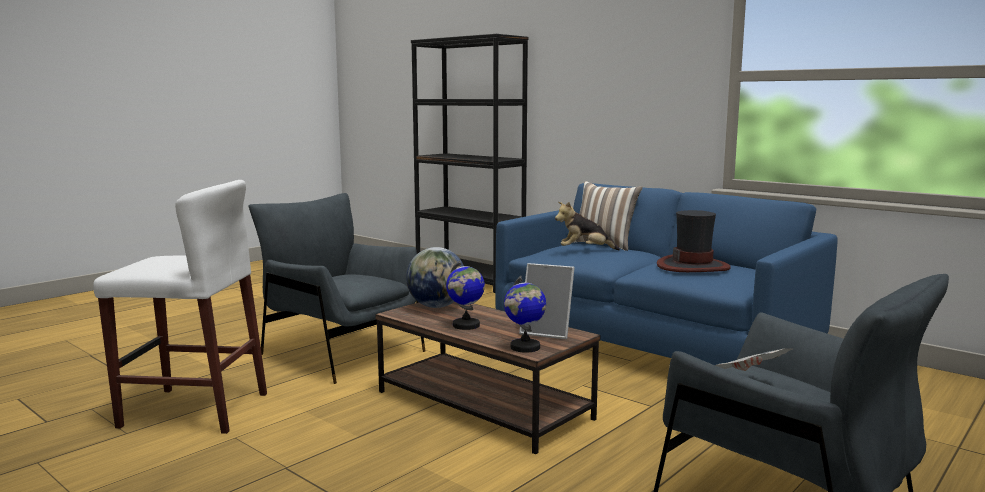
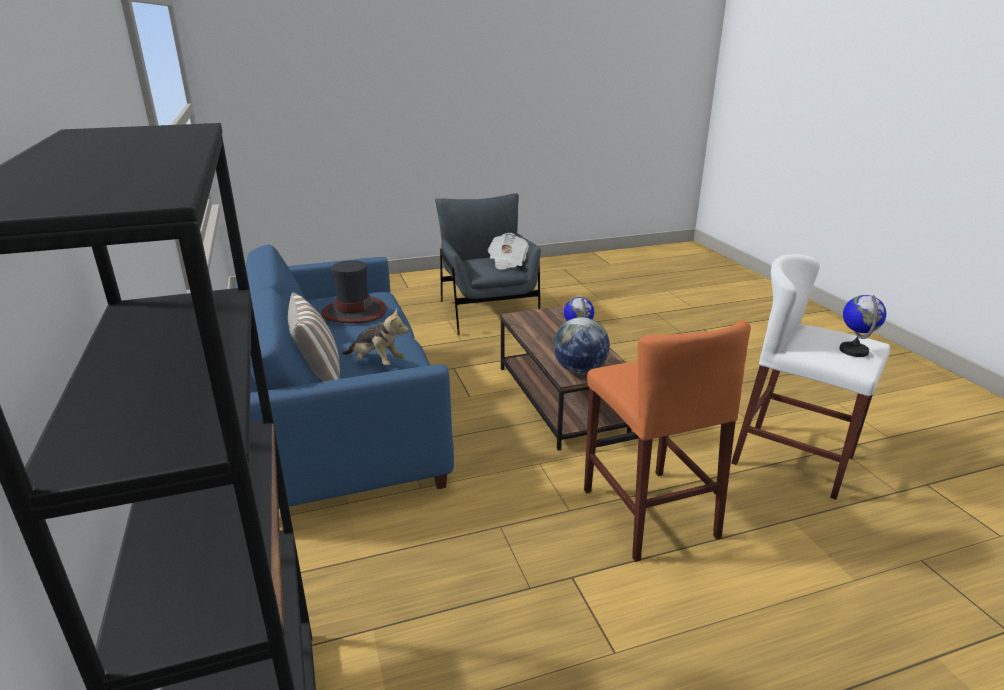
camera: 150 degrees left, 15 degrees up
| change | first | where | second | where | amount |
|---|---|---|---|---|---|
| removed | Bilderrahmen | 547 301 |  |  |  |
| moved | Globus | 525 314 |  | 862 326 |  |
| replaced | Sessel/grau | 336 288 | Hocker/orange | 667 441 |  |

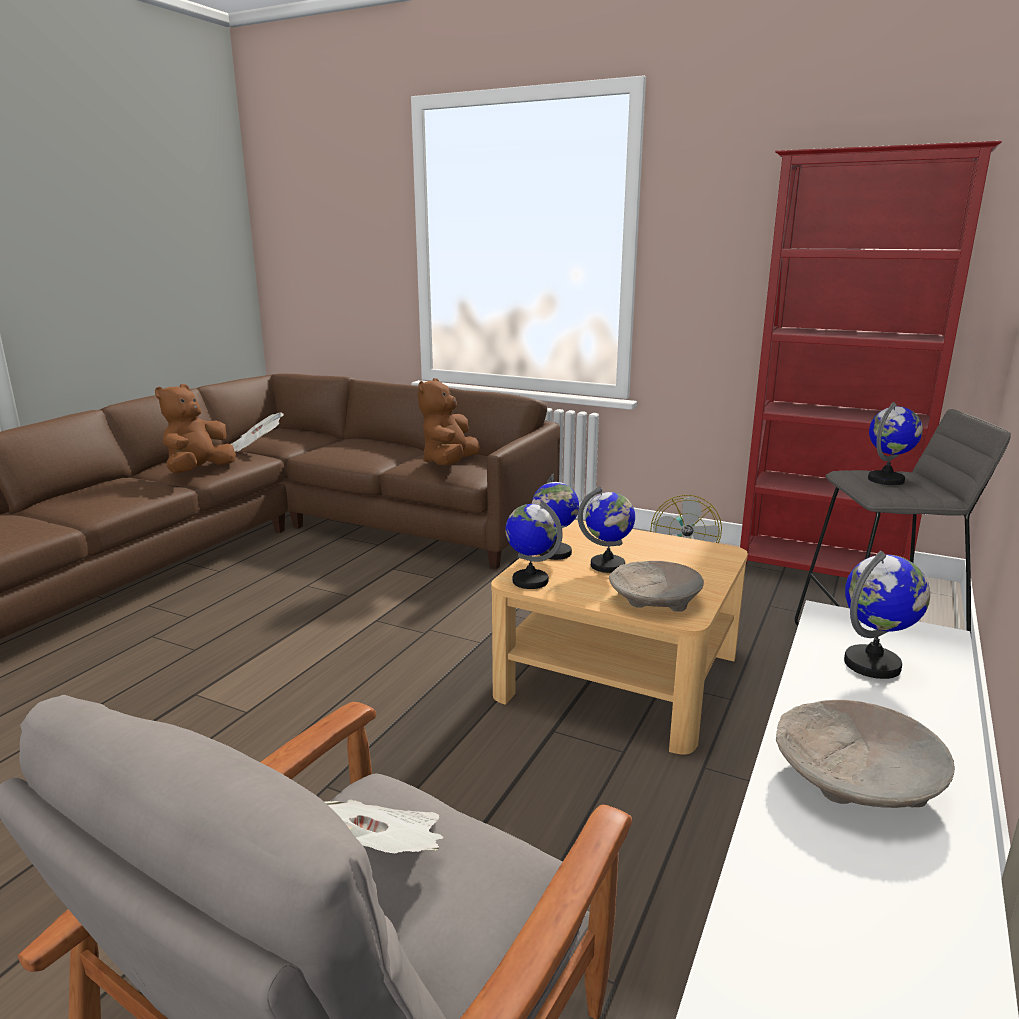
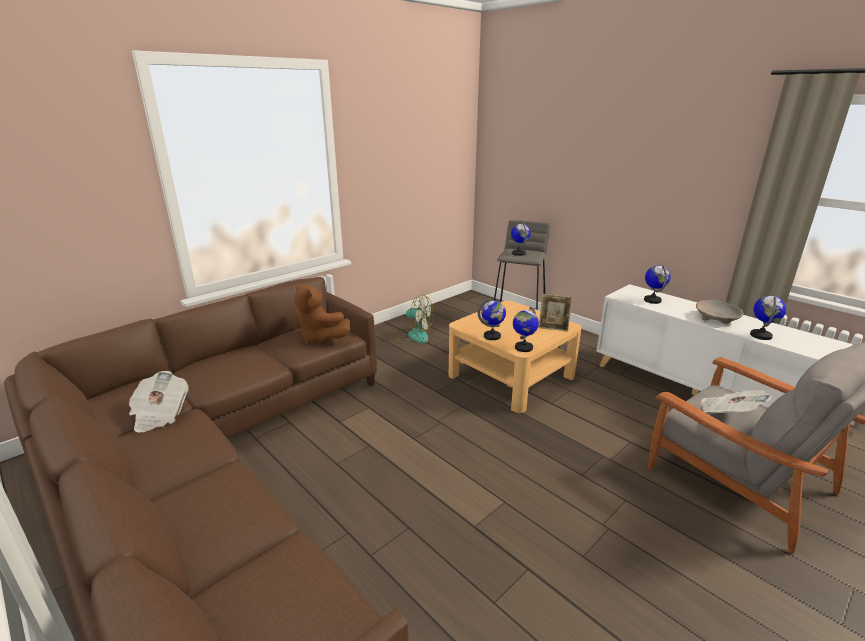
camera: 70 degrees left, 5 degrees up
| change | first | where | second | where | amount |
|---|---|---|---|---|---|
| removed | Plüschtier/braun | 195 428 |  |  |  |
| removed | Bücherregal/rot | 871 359 |  |  |  |
| moved | Globus | 606 530 |  | 768 317 |  |
| replaced | Schüssel/beige | 656 586 | Bilderrahmen | 555 312 |  |

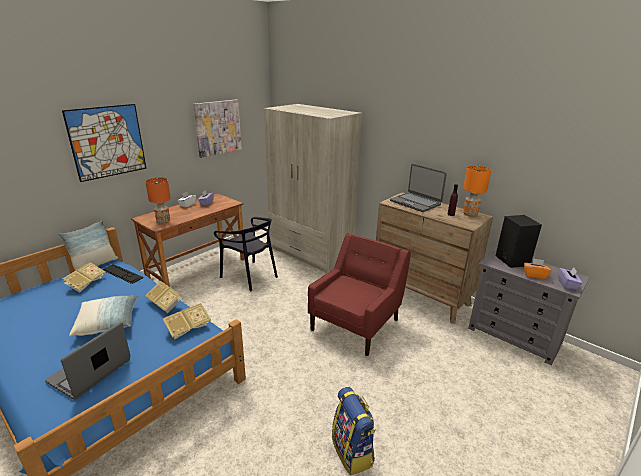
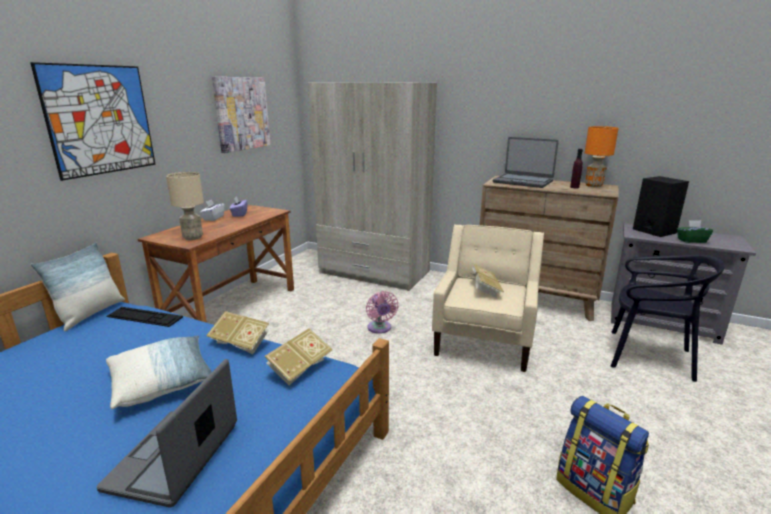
camera: 15 degrees left, 5 degrees down
| change | first | where | second | where | amount |
|---|---|---|---|---|---|
| removed | Taschentuchbox/lila | 570 279 |  |  |  |
| added |  |  | Ventilator/rosa | 382 312 |  |
| moved | Buch | 84 277 |  | 488 281 |  |
| moved | Stuhl/schwarz | 246 254 |  | 668 318 |  |
| recoloured | Tischlampe/orange | 158 200 | Tischlampe/beige | 185 206 |  |
| recoloured | Sessel/rot | 359 294 | Sessel/beige | 488 298 |  |
| recoloured | Taschentuchbox/orange | 537 268 | Taschentuchbox/grün | 695 231 |  |

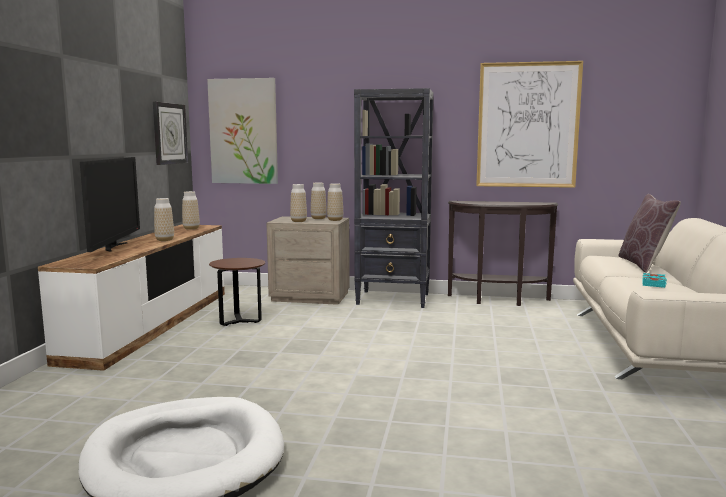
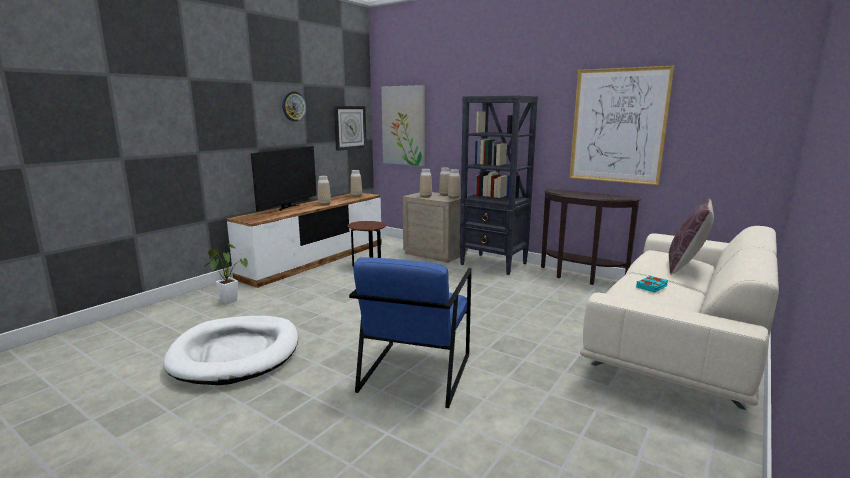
camera: 25 degrees right, 5 degrees up
| change | first | where | second | where | amount |
|---|---|---|---|---|---|
| added |  |  | Topfpflanze | 226 274 |  |
| added |  |  | Wanduhr | 294 107 |  |
| added |  |  | Sessel/blau | 410 332 |  |

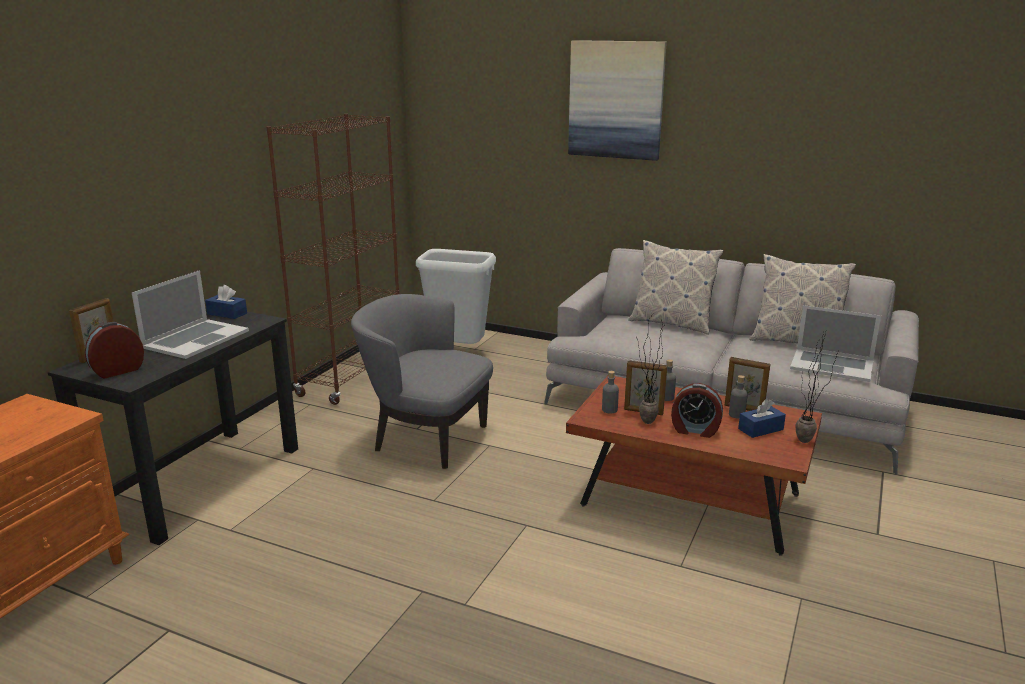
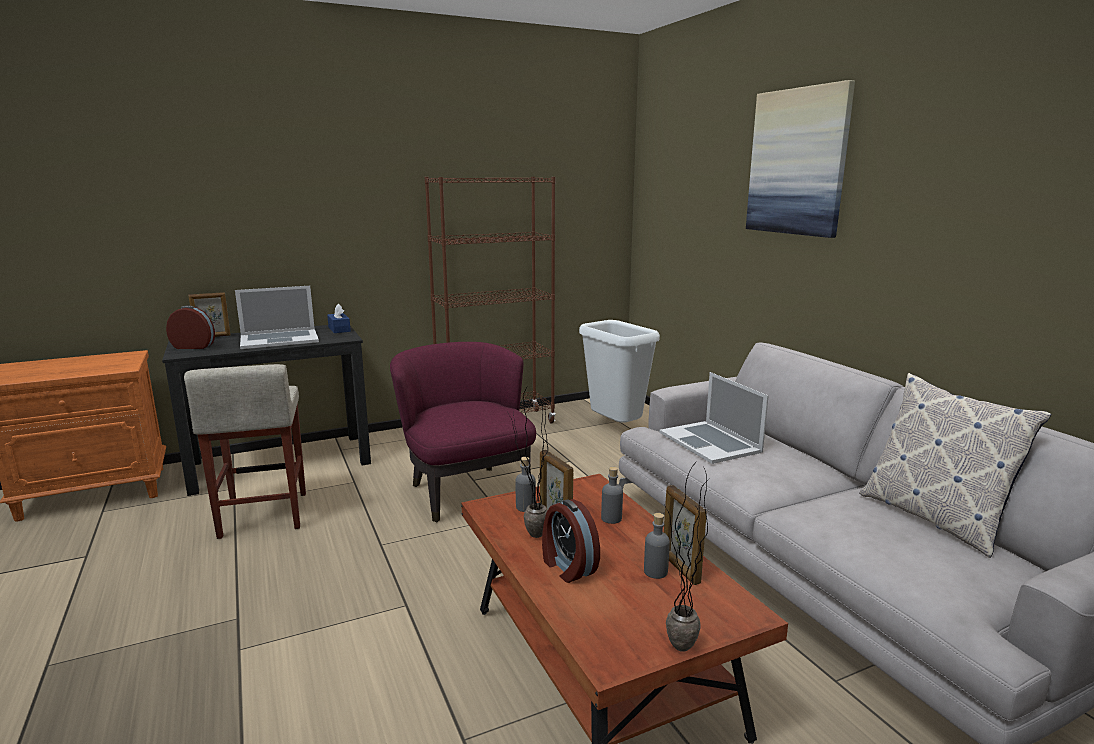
camera: 40 degrees right, 5 degrees down
| change | first | where | second | where | amount |
|---|---|---|---|---|---|
| removed | Kissen | 676 287 |  |  |  |
| removed | Taschentuchbox/blau | 762 418 |  |  |  |
| added |  |  | Hocker/beige | 245 451 |  |
| moved | Laptop | 835 343 |  | 713 418 |  |
| recoloured | Sessel/grau | 422 381 | Sessel/lila | 463 432 |  |

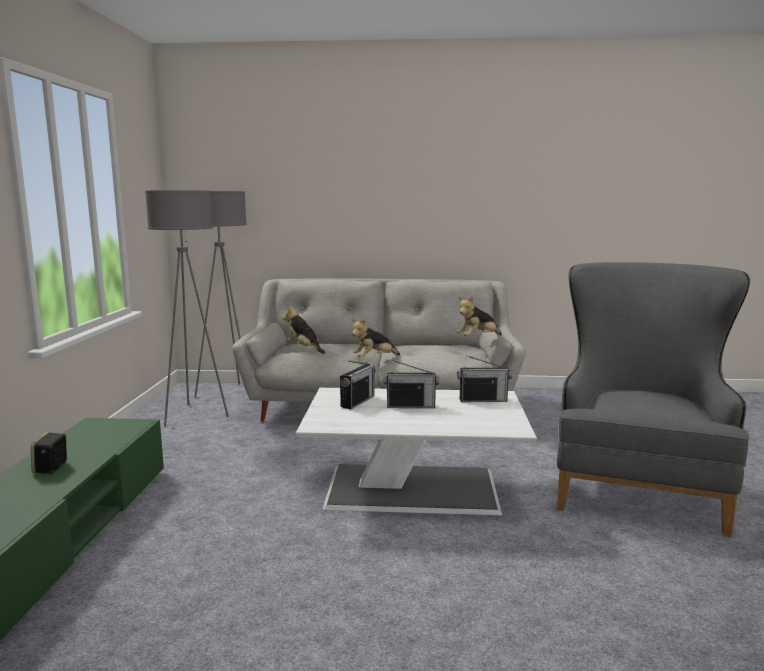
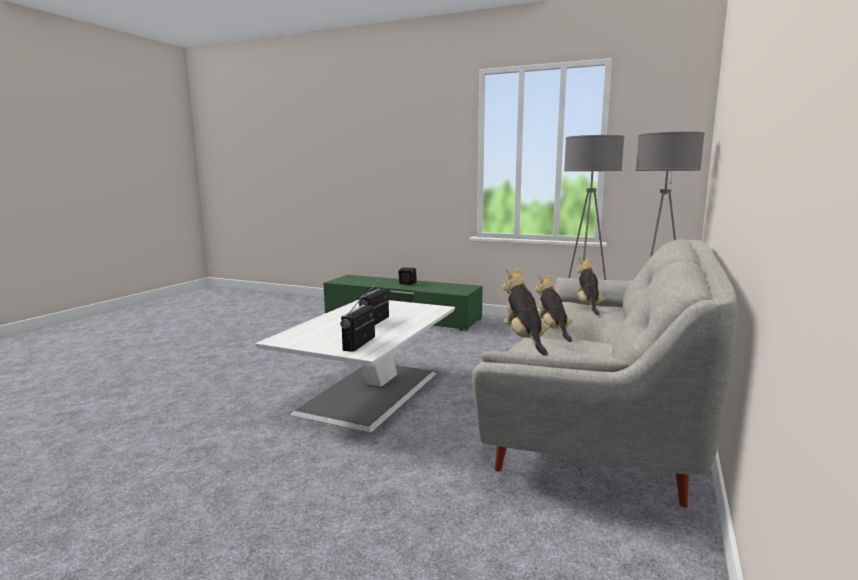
camera: 110 degrees right, 0 degrees up
| change | first | where | second | where | amount |
|---|---|---|---|---|---|
| removed | Radio | 358 385 |  |  |  |
| removed | Sessel/grau | 653 400 |  |  |  |
| turned | Plüschtier | 304 329 |  | 591 286 | 60 degrees counterclockwise |

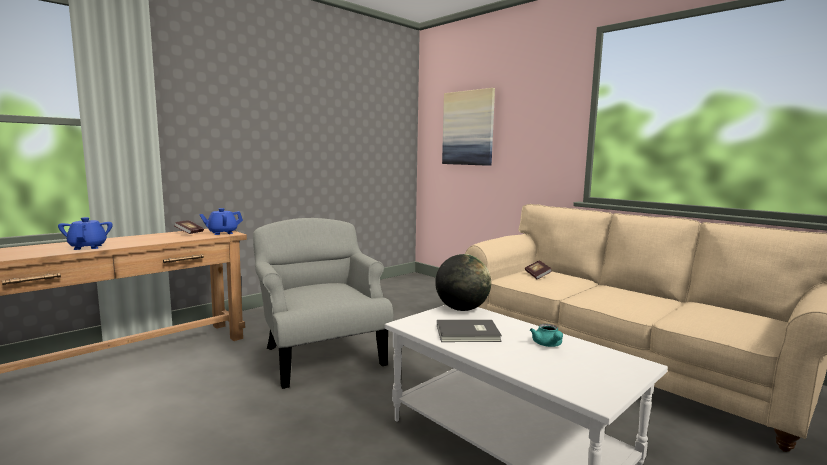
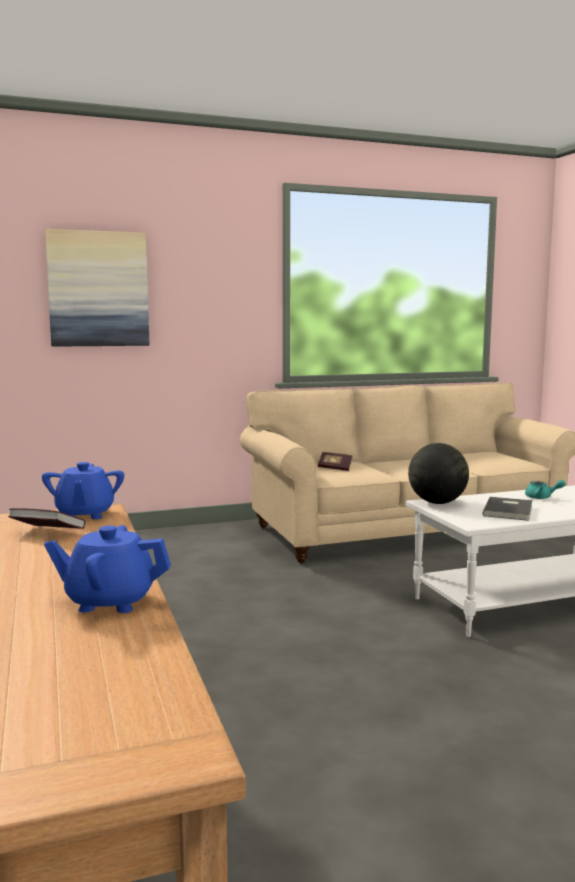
camera: 65 degrees left, 0 degrees up
| change | first | where | second | where | amount |
|---|---|---|---|---|---|
| removed | Sessel/grau | 323 303 |  |  |  |

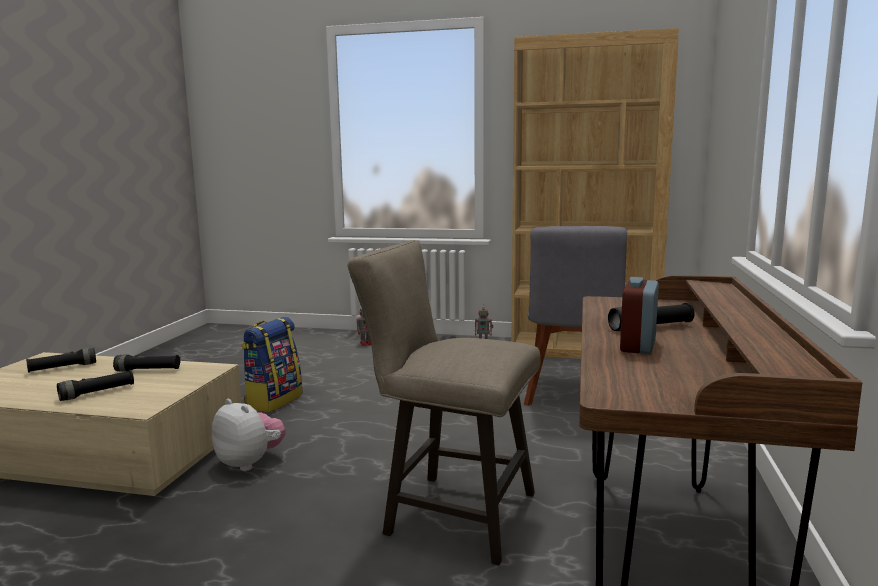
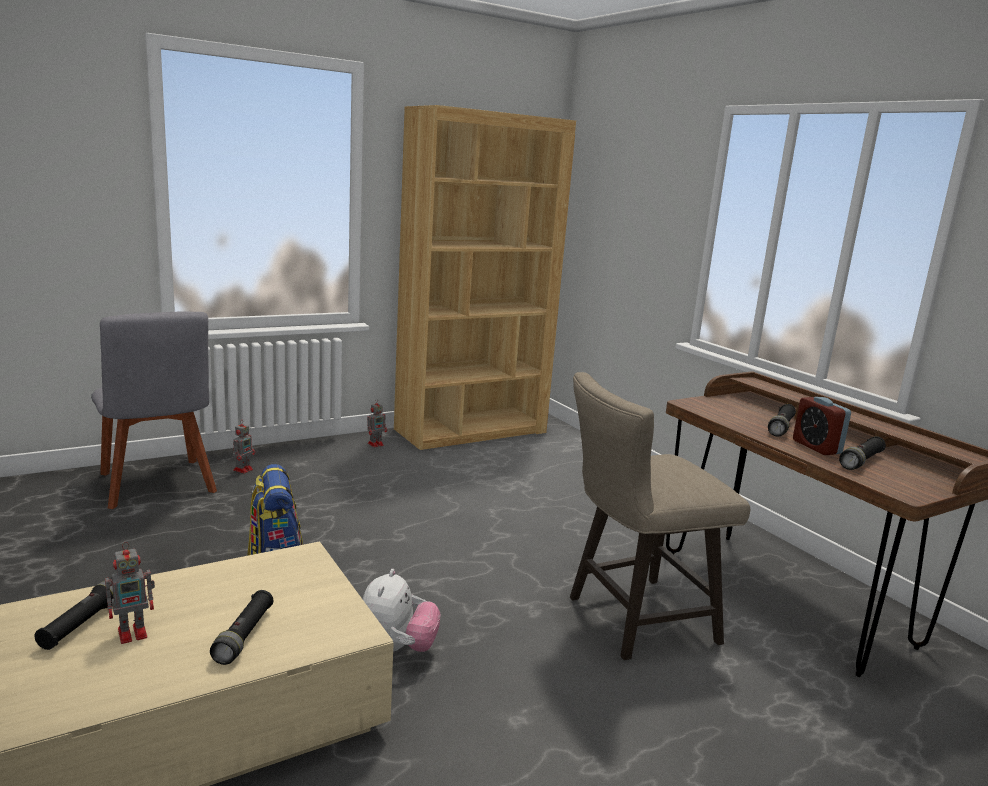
camera: 45 degrees left, 5 degrees up
| change | first | where | second | where | amount |
|---|---|---|---|---|---|
| added |  |  | Spielzeugroboter | 130 593 |  |
| moved | Taschenlampe/schwarz | 147 363 |  | 862 453 |  |
| moved | Stuhl/grau | 575 316 |  | 154 410 |  |
| turned | Plüschtier | 249 435 |  | 402 610 | 105 degrees clockwise |

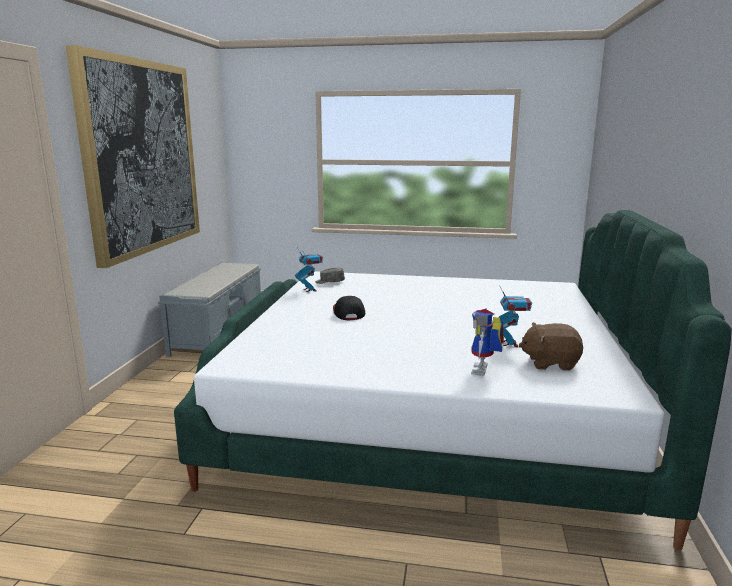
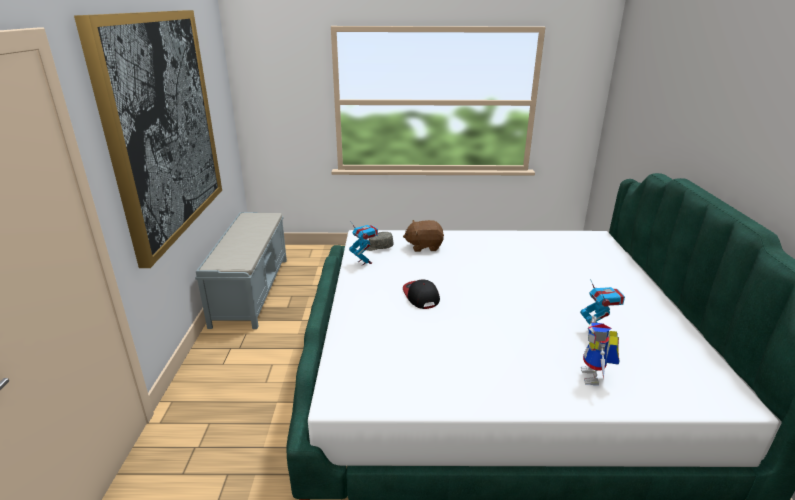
camera: 10 degrees left, 10 degrees up
| change | first | where | second | where | amount |
|---|---|---|---|---|---|
| moved | Plüschtier/braun | 551 347 |  | 423 236 |  |

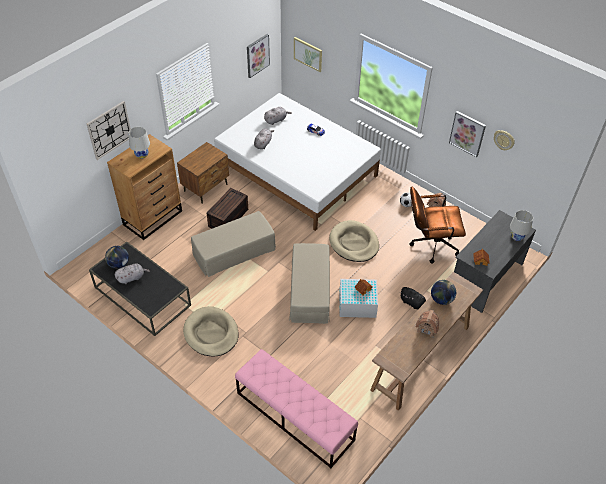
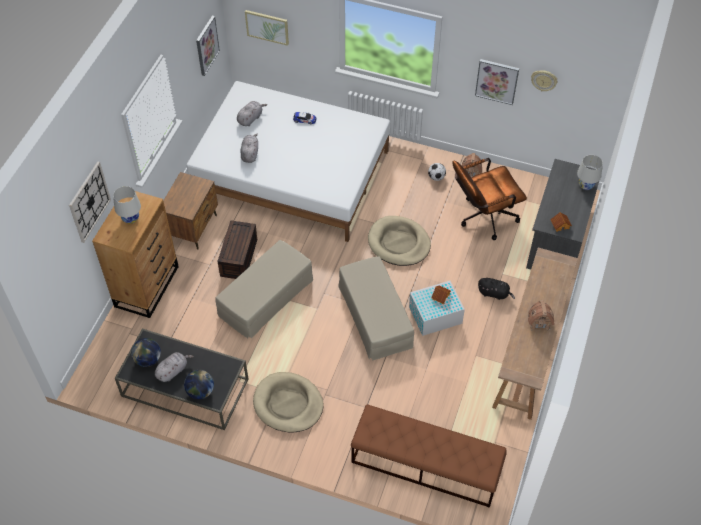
camera: 20 degrees left, 5 degrees up
| change | first | where | second | where | amount |
|---|---|---|---|---|---|
| moved | Globus | 443 292 |  | 199 384 |  |
| recoloured | Bank/rosa | 296 408 | Bank/braun | 428 456 |  |

